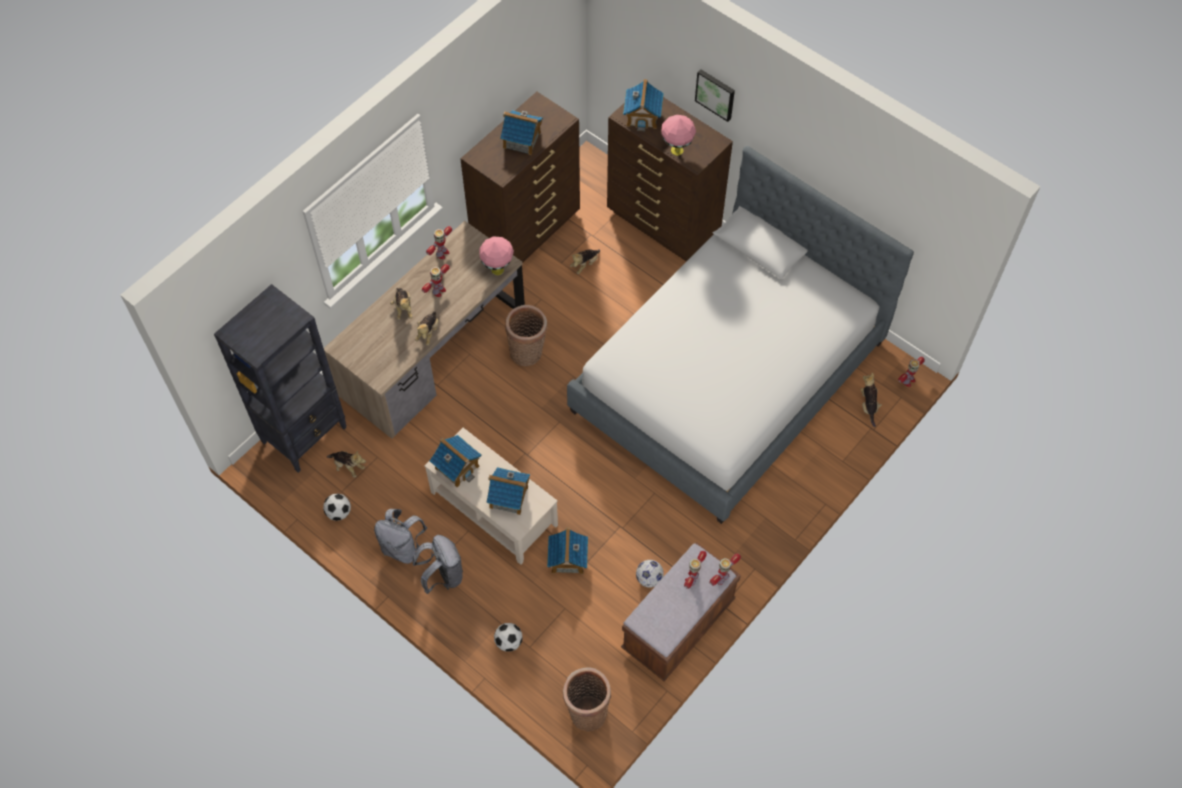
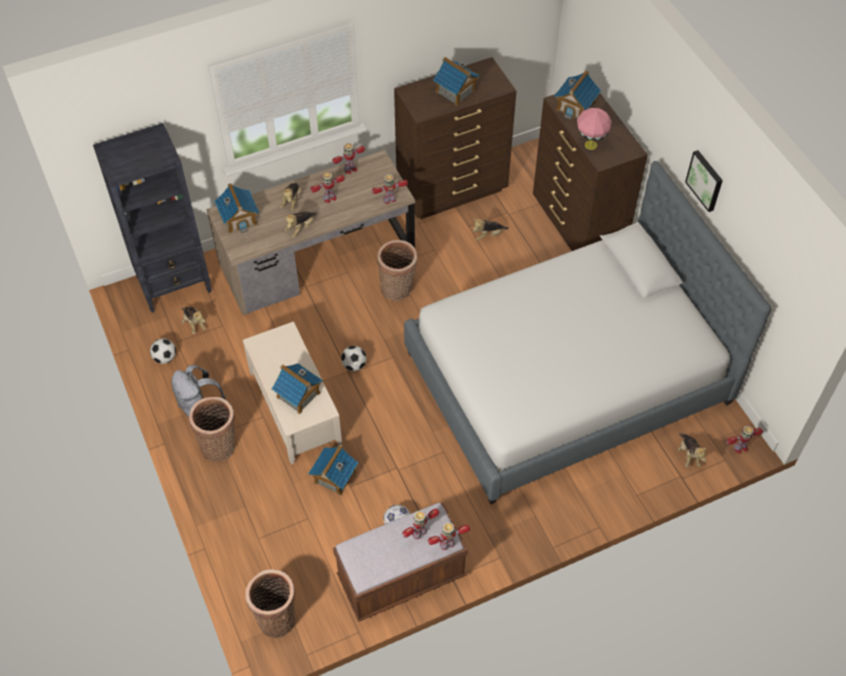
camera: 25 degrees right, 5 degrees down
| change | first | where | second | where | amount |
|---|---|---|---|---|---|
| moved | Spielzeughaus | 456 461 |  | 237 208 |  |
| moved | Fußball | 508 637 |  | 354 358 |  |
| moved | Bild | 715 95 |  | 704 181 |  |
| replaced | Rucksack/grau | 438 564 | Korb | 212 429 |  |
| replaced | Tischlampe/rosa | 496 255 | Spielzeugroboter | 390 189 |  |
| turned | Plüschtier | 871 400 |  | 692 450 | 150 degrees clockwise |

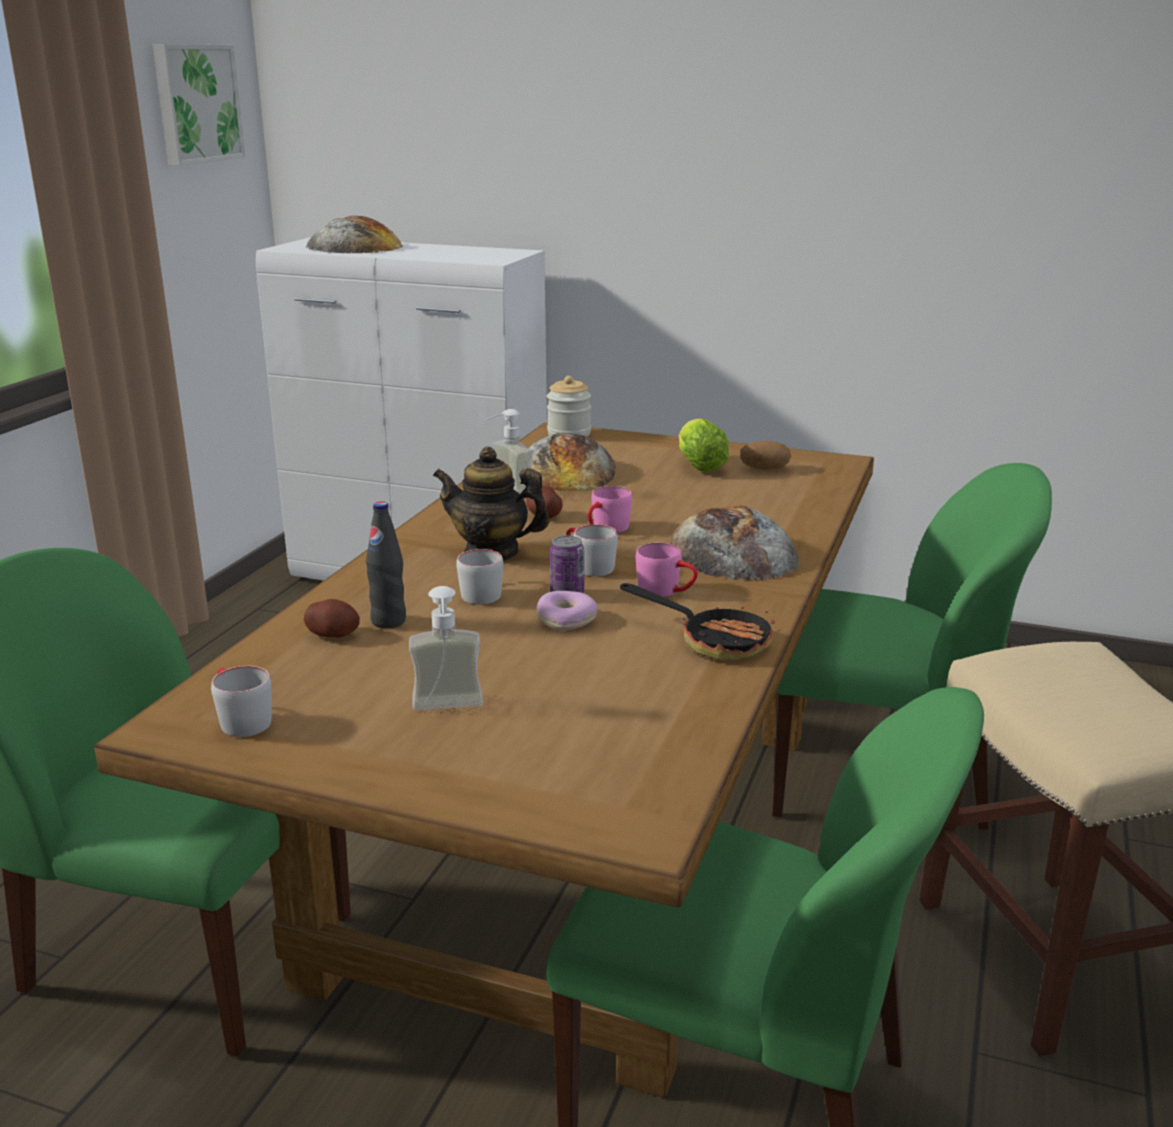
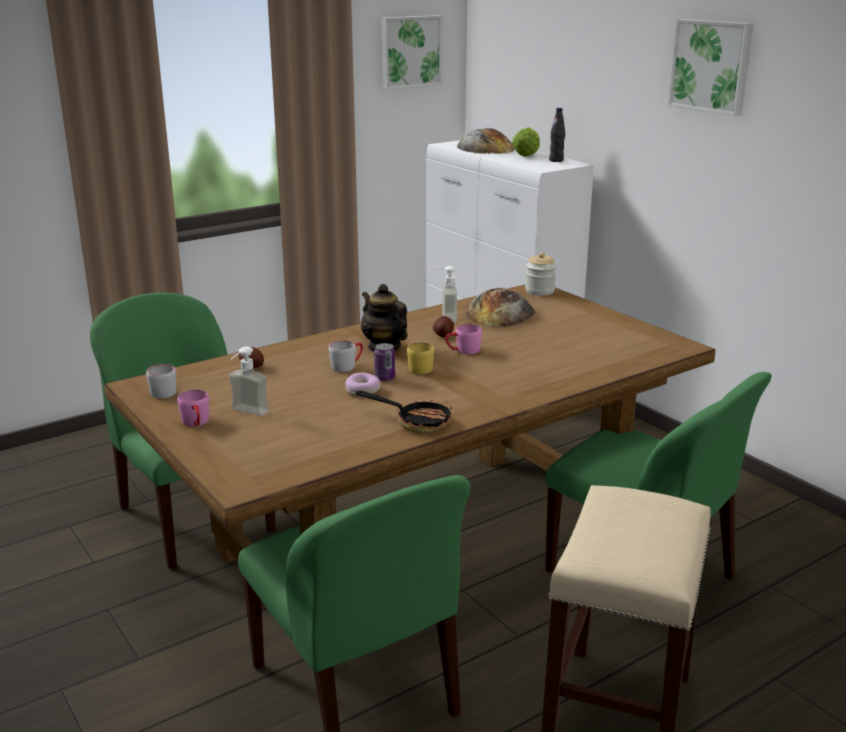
camera: 35 degrees right, 0 degrees up
| change | first | where | second | where | amount |
|---|---|---|---|---|---|
| removed | Brot | 735 543 |  |  |  |
| removed | Kartoffel | 765 455 |  |  |  |
| added |  |  | Bild | 711 67 |  |
| moved | Flasche/schwarz | 386 564 |  | 557 135 |  |
| moved | Henkelbecher/rosa | 667 570 |  | 193 408 |  |
| moved | Salatkopf | 704 445 |  | 526 142 |  |
| recoloured | Henkelbecher/grau | 592 550 | Henkelbecher/gelb | 420 358 |  |
| turned | Pfanne | 697 621 |  | 403 411 | 45 degrees counterclockwise |

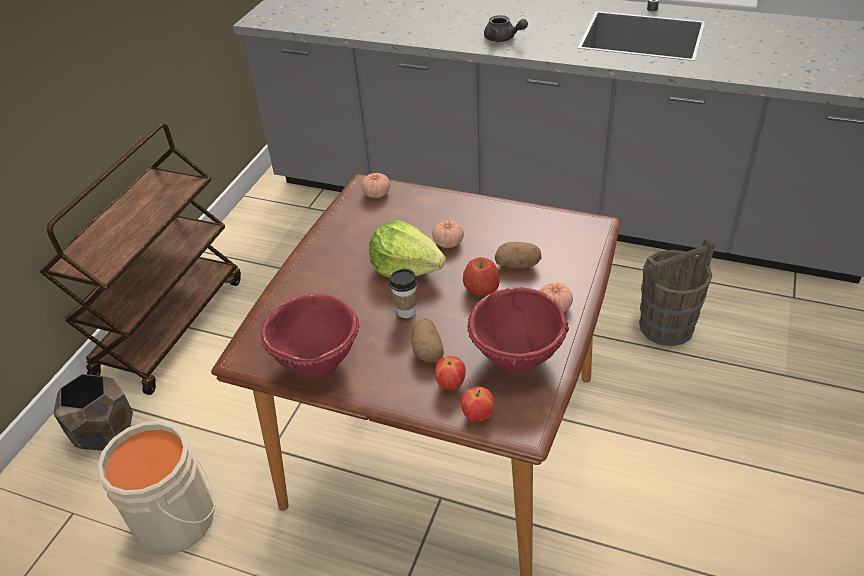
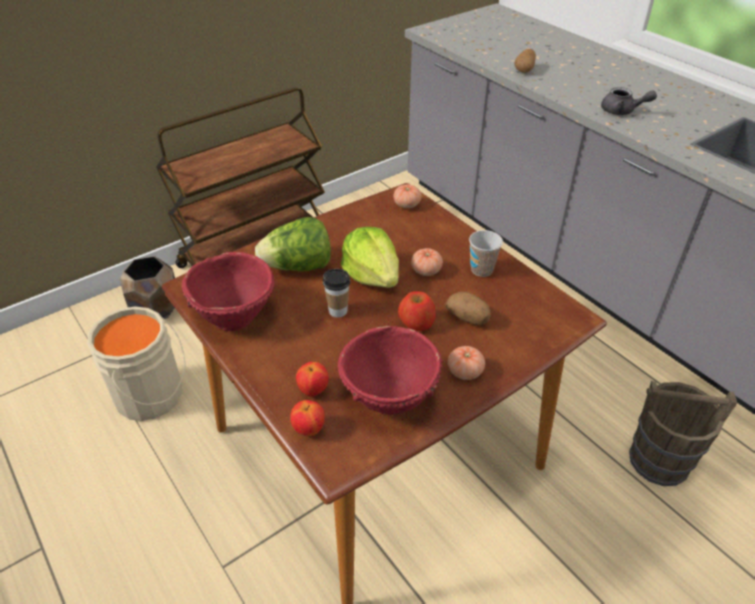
camera: 30 degrees right, 0 degrees up
| change | first | where | second | where | amount |
|---|---|---|---|---|---|
| added |  |  | Salatkopf | 293 244 |  |
| added |  |  | Tasse | 486 253 |  |
| moved | Kartoffel | 427 340 |  | 525 61 |  |
| turned | Teekanne/grau | 506 28 |  | 629 101 | 45 degrees counterclockwise |

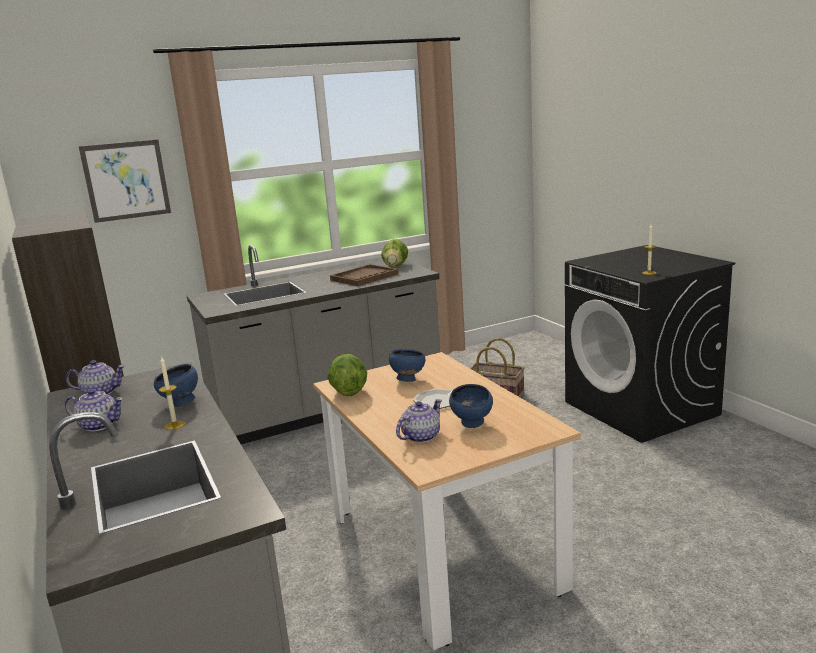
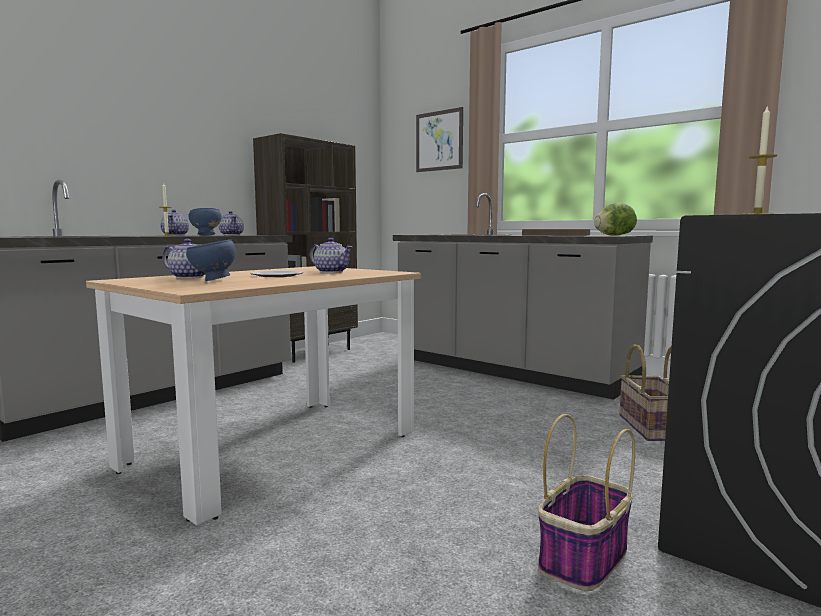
camera: 65 degrees right, 10 degrees down
| change | first | where | second | where | amount |
|---|---|---|---|---|---|
| removed | Salatkopf | 347 375 |  |  |  |
| added |  |  | Korb | 586 502 |  |
| replaced | Schüssel/blau | 407 365 | Teekanne | 331 255 |  |

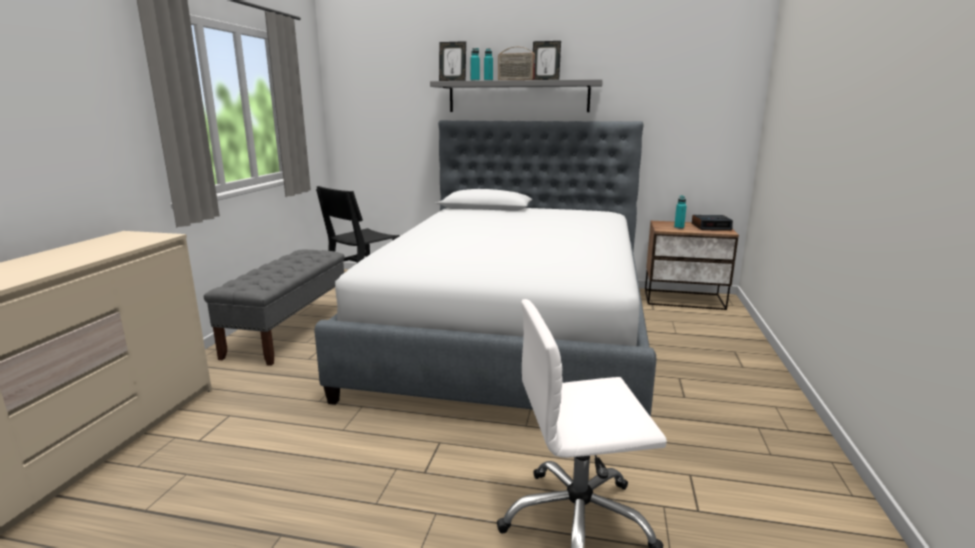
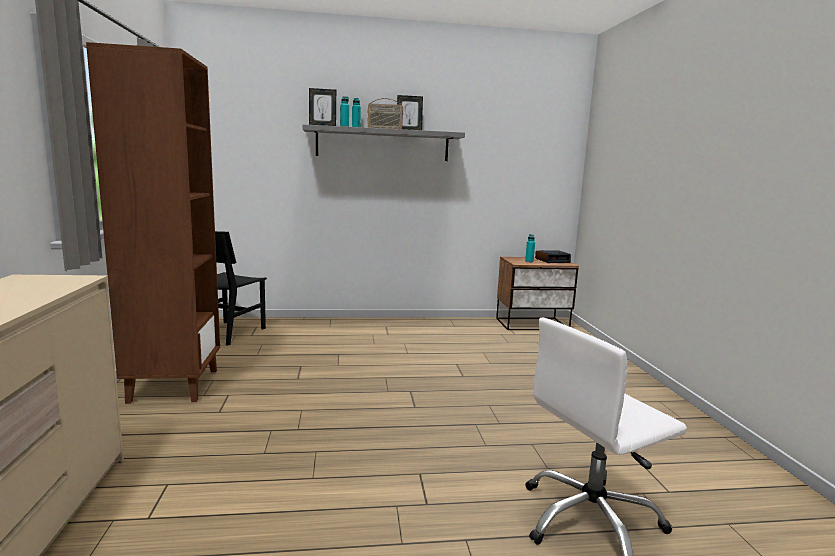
camera: 20 degrees left, 5 degrees down
| change | first | where | second | where | amount |
|---|---|---|---|---|---|
| removed | Bett | 486 268 |  |  |  |
| replaced | Bank/grau | 274 308 | Bücherregal/braun | 153 223 |  |

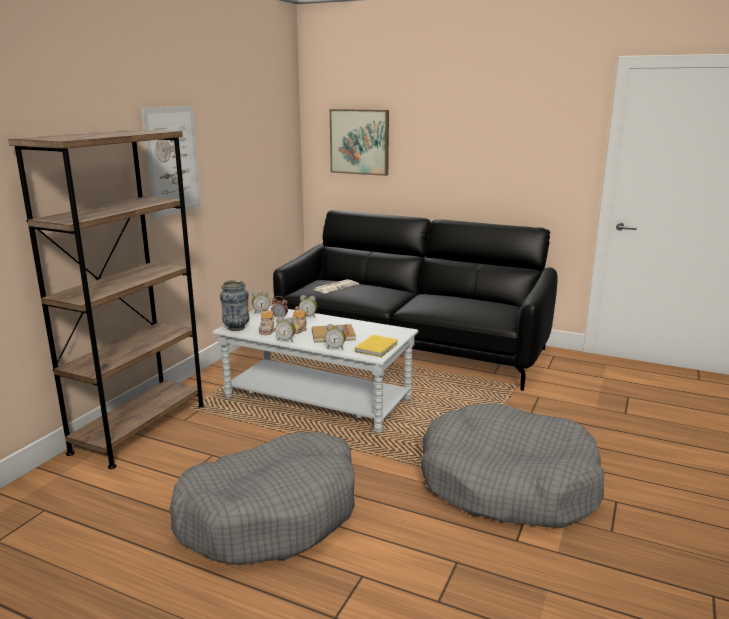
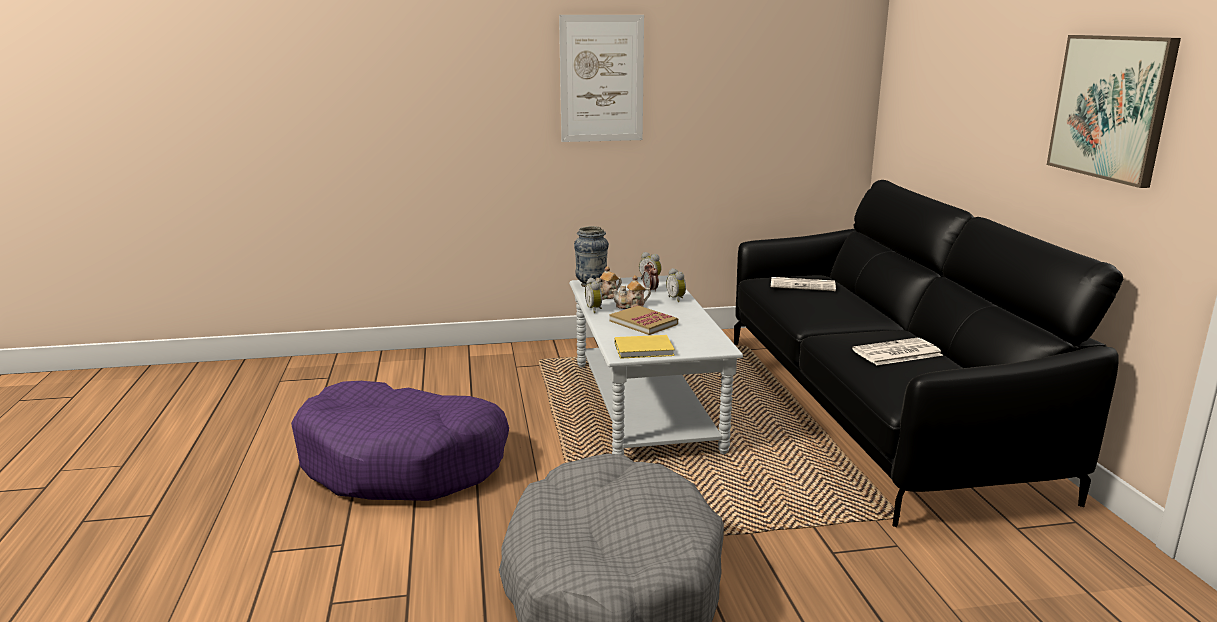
camera: 55 degrees right, 0 degrees up
| change | first | where | second | where | amount |
|---|---|---|---|---|---|
| removed | Bücherregal/braun | 106 299 |  |  |  |
| removed | Wecker | 335 337 |  |  |  |
| added |  |  | Zeitung | 897 351 |  |
| moved | Bild | 359 142 |  | 1114 111 |  |
| recoloured | Hundebett/grau | 262 498 | Hundebett/lila | 400 441 |  |

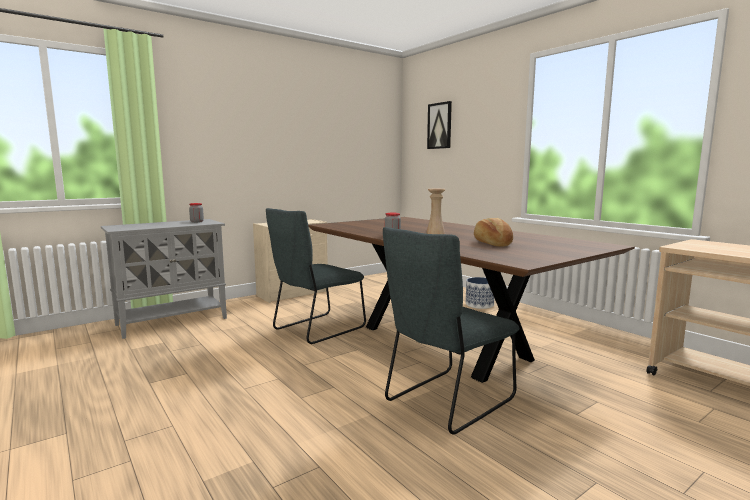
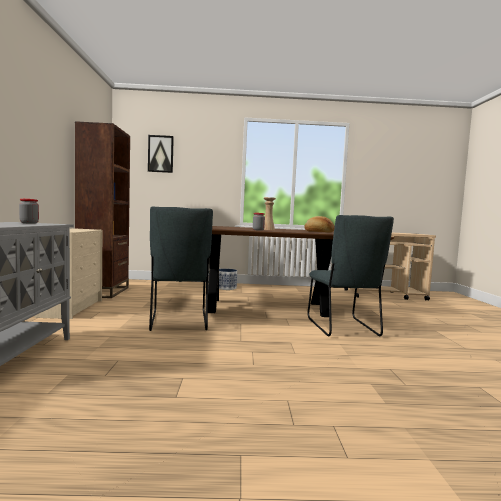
camera: 55 degrees left, 5 degrees down
| change | first | where | second | where | amount |
|---|---|---|---|---|---|
| added |  |  | Bücherregal/braun | 102 209 |  |

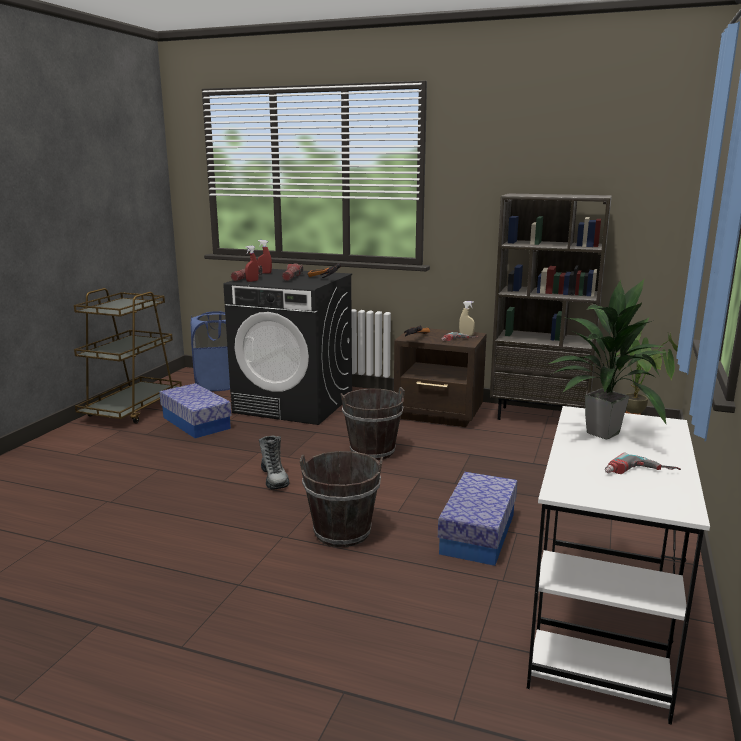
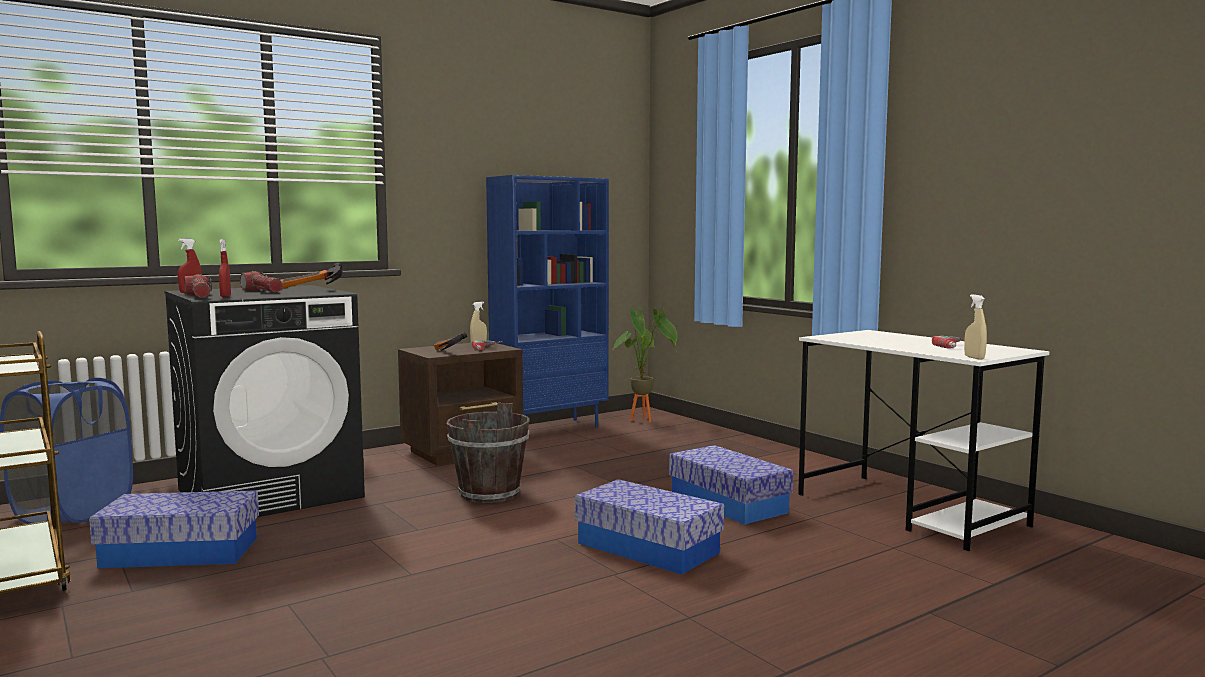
camera: 55 degrees left, 10 degrees down
| change | first | where | second | where | amount |
|---|---|---|---|---|---|
| removed | Stiefel | 274 462 |  |  |  |
| removed | Topfpflanze | 607 359 |  |  |  |
| added |  |  | Sprühflasche/beige | 975 326 |  |
| replaced | Eimer/braun | 341 499 | Aufbewahrungsbox | 649 527 |  |
| recoloured | Bücherregal/braun | 551 307 | Bücherregal/blau | 547 301 |  |

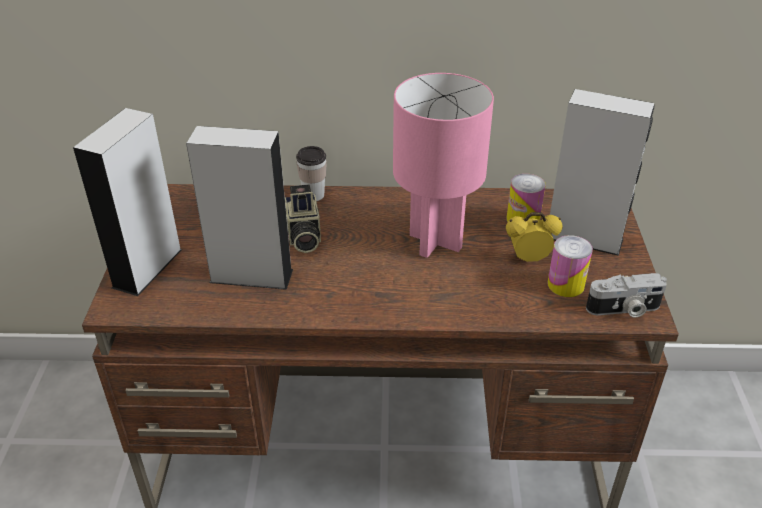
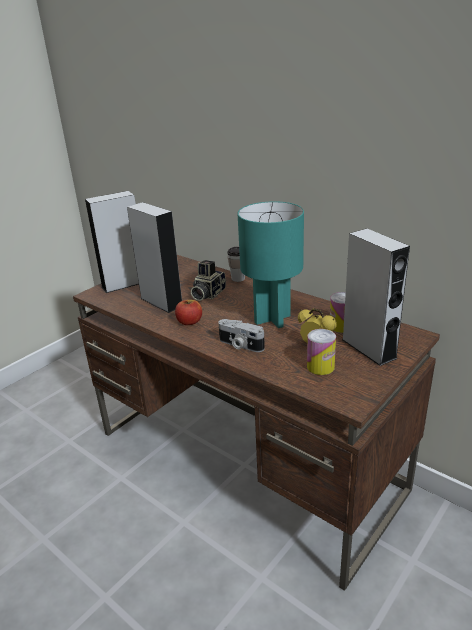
camera: 40 degrees right, 10 degrees down
| change | first | where | second | where | amount |
|---|---|---|---|---|---|
| added |  |  | Apfel | 188 312 |  |
| moved | Kamera | 626 295 |  | 241 335 |  |
| recoloured | Tischlampe/rosa | 443 165 | Tischlampe/türkis | 271 264 |  |

